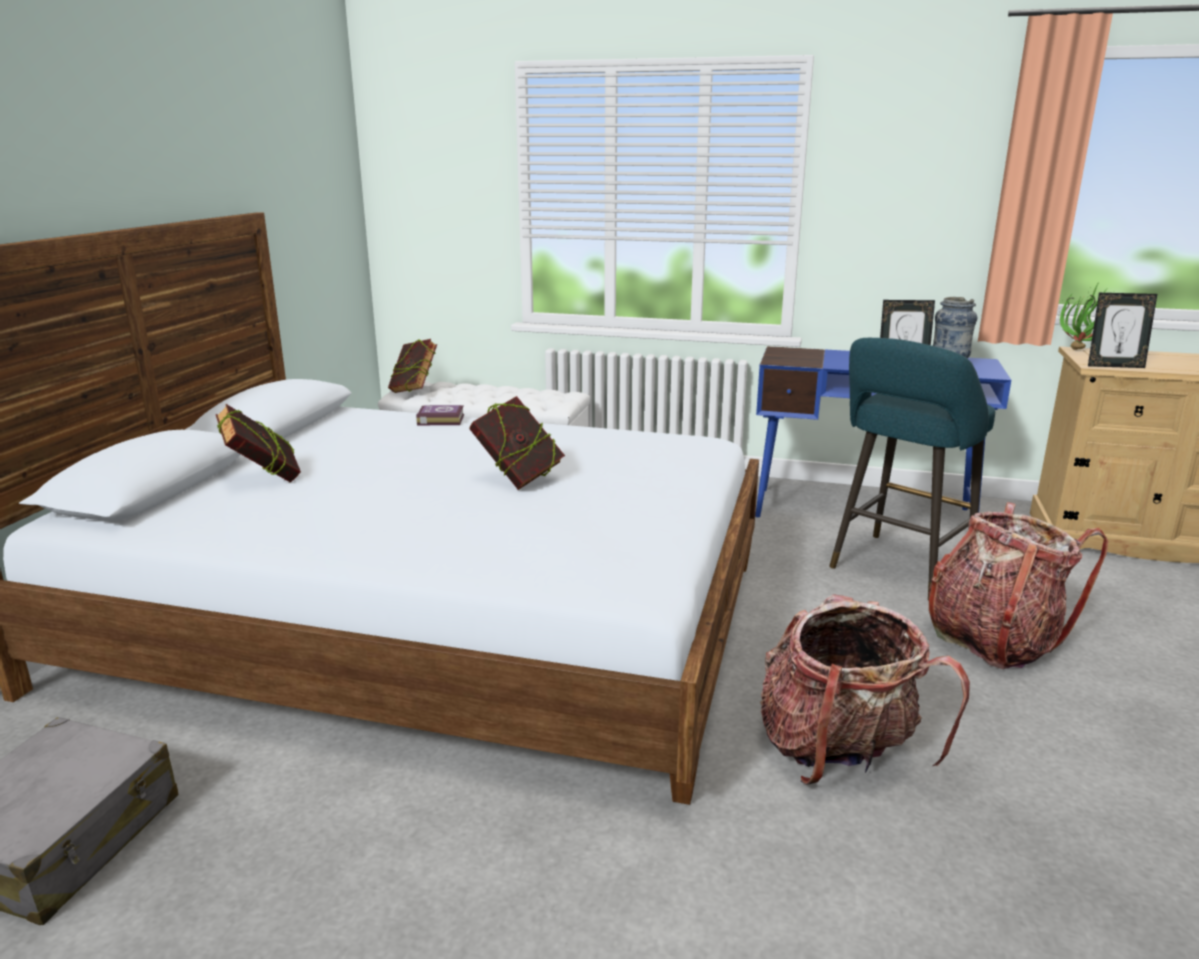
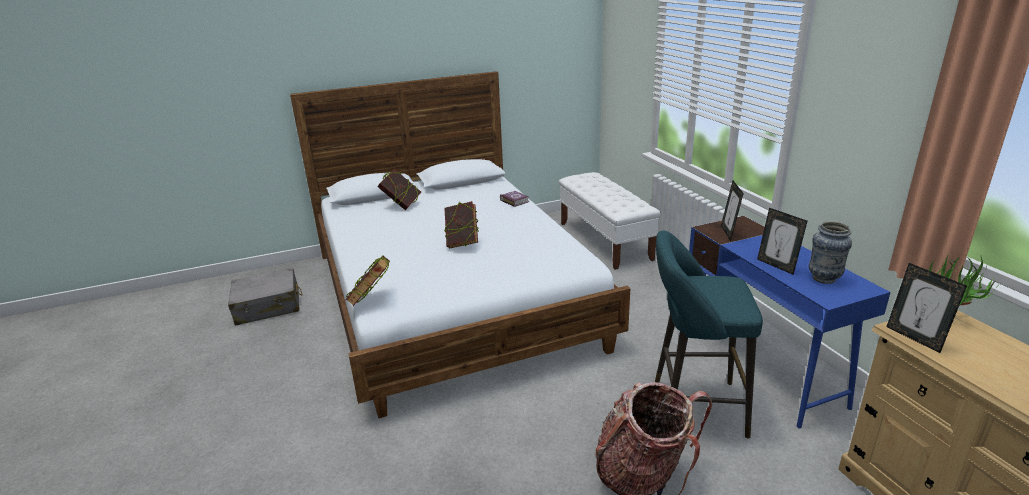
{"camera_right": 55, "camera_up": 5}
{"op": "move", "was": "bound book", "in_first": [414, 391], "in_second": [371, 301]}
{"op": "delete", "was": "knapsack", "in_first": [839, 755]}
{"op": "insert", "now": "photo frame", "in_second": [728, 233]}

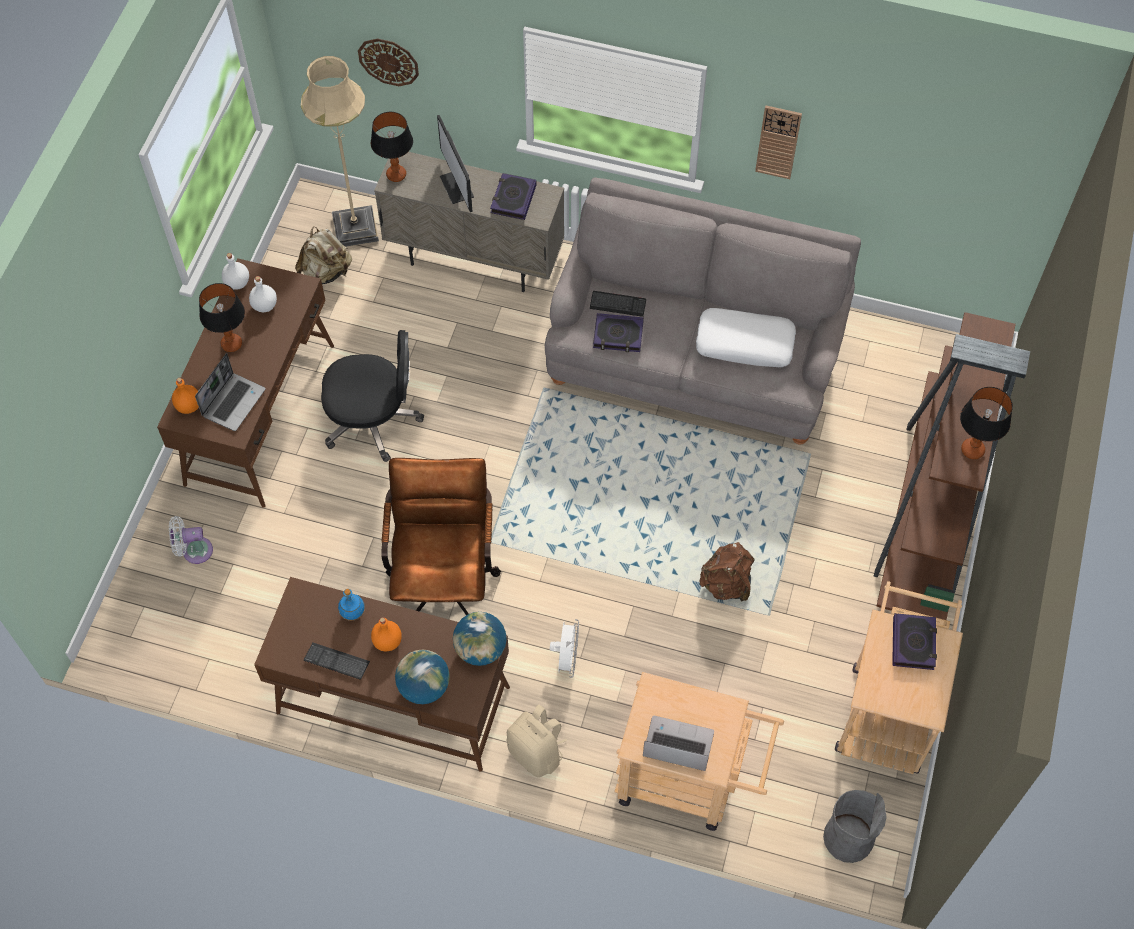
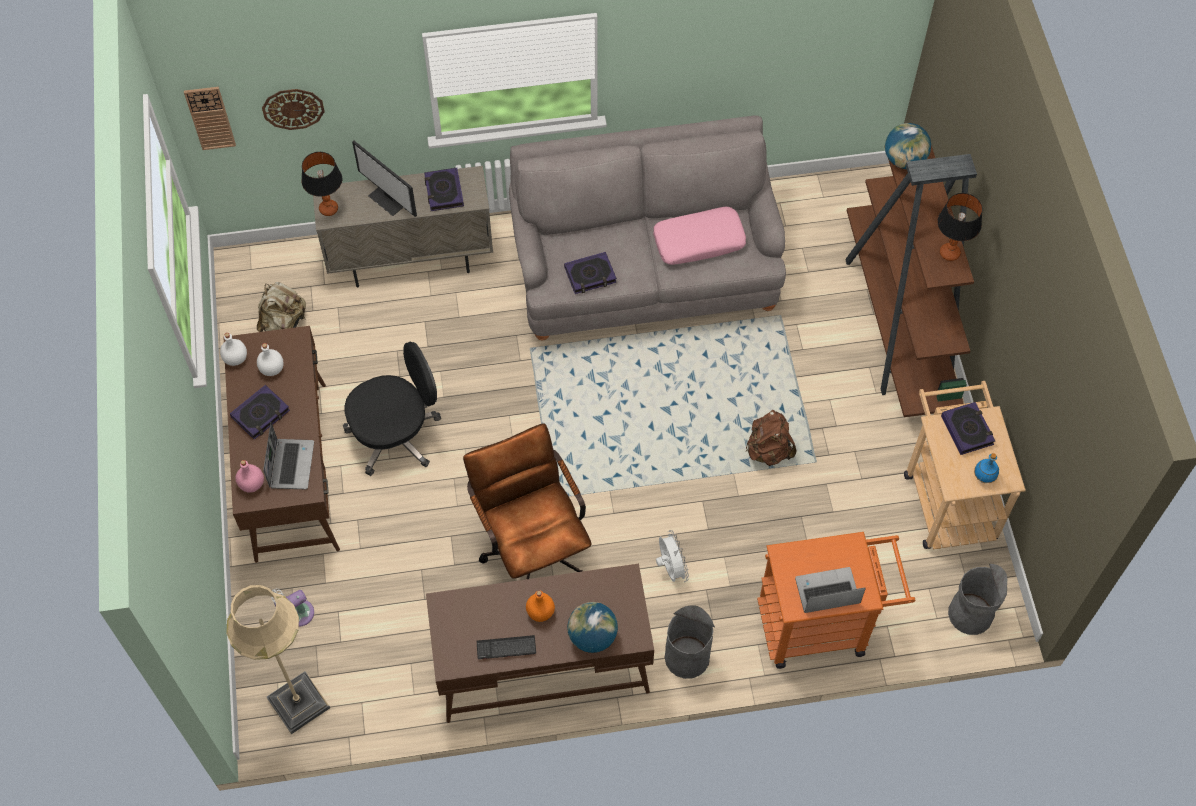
{"camera_right": -25, "camera_up": 0}
{"op": "recolor", "was": "orange-coloured bottle", "now": "pink-coloured bottle", "in_first": [189, 405], "in_second": [251, 483]}
{"op": "replace", "was": "lamp for a table", "now": "bound book", "in_first": [231, 344], "in_second": [261, 414]}
{"op": "move", "was": "sand-coloured standing lamp", "in_first": [355, 228], "in_second": [298, 703]}
{"op": "move", "was": "bluish bottle", "in_first": [353, 614], "in_second": [984, 477]}
{"op": "move", "was": "globe", "in_first": [480, 649], "in_second": [904, 160]}
{"op": "replace", "was": "sand-coloured knapsack", "now": "grey waste bin", "in_first": [536, 753], "in_second": [687, 657]}
{"op": "delete", "was": "computer keyboard", "in_first": [618, 304]}
{"op": "recolor", "was": "sand-coloured wheeled cart", "now": "orange-coloured wheeled cart", "in_first": [689, 781], "in_second": [822, 624]}
{"op": "recolor", "was": "whitish pillow", "now": "pink-coloured pillow", "in_first": [745, 343], "in_second": [699, 241]}
{"op": "move", "was": "hanging clock", "in_first": [778, 142], "in_second": [210, 118]}

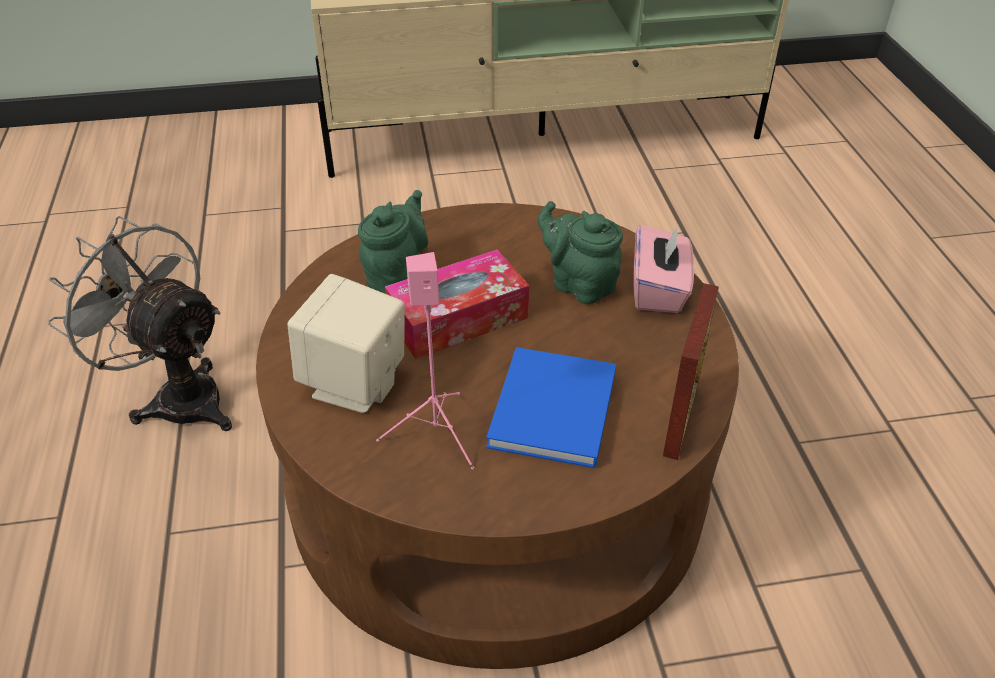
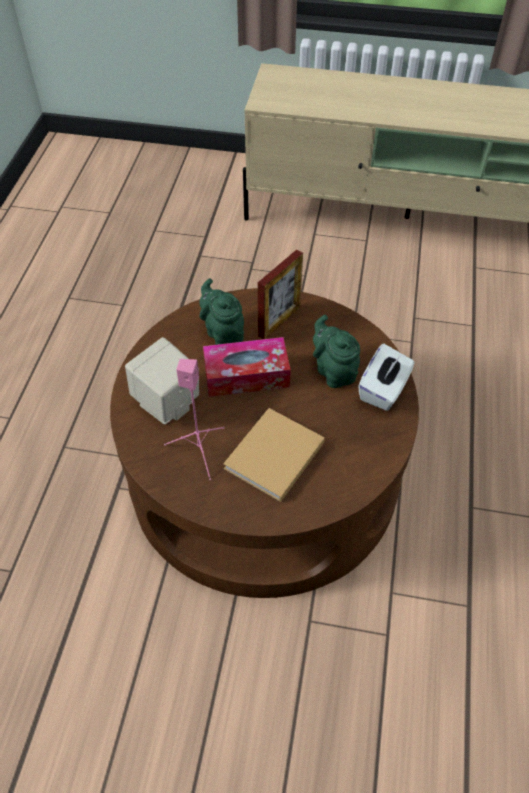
{"camera_right": 20, "camera_up": 10}
{"op": "delete", "was": "grey fan", "in_first": [178, 396]}
{"op": "rotate", "was": "greenish teapot", "in_first": [397, 275], "in_second": [223, 333], "clockwise": -75}
{"op": "recolor", "was": "bluish bound book", "now": "sand-coloured bound book", "in_first": [552, 413], "in_second": [272, 457]}
{"op": "recolor", "was": "pink-coloured tissue holder", "now": "whitish tissue holder", "in_first": [659, 290], "in_second": [383, 390]}
{"op": "move", "was": "photo frame", "in_first": [680, 419], "in_second": [279, 321]}

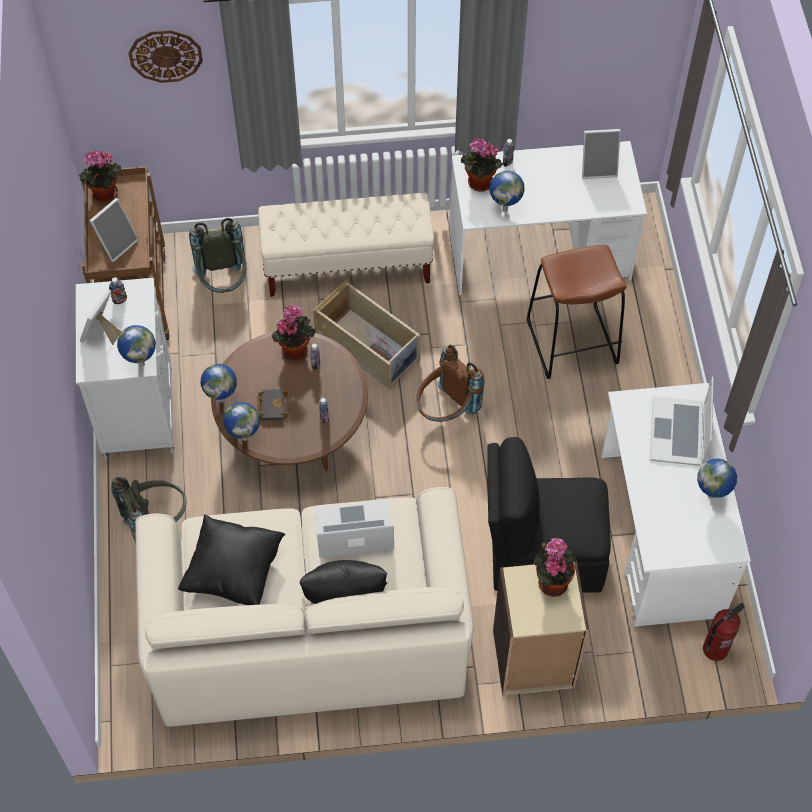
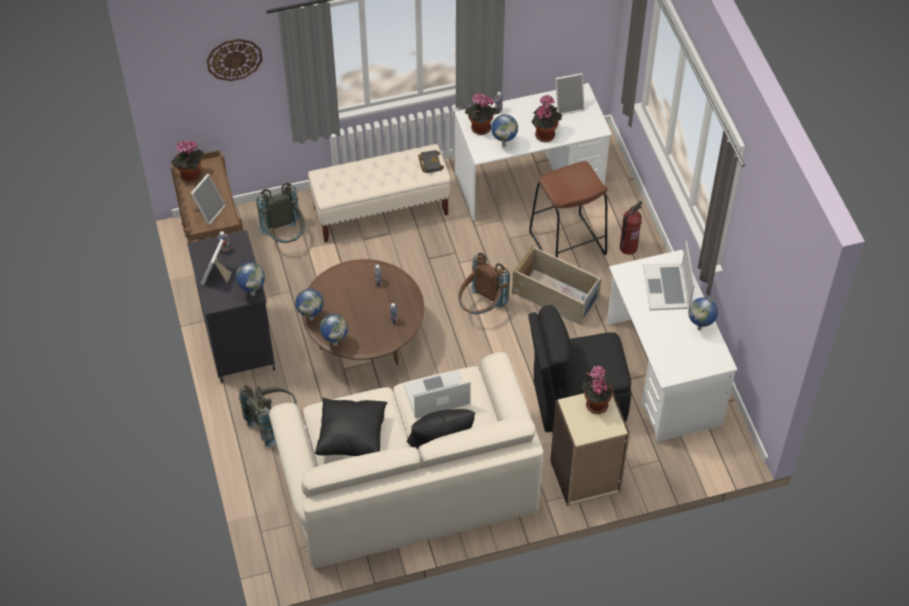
{"camera_right": -10, "camera_up": -5}
{"op": "recolor", "was": "whitish cabinet", "now": "black-coloured cabinet", "in_first": [138, 408], "in_second": [238, 340]}
{"op": "move", "was": "black-coloured bound book", "in_first": [271, 406], "in_second": [429, 163]}
{"op": "move", "was": "plant in a pot", "in_first": [295, 349], "in_second": [544, 134]}
{"op": "move", "was": "sand-coloured storage bin", "in_first": [368, 348], "in_second": [556, 296]}
{"op": "move", "was": "fire extinguisher", "in_first": [715, 648], "in_second": [628, 247]}

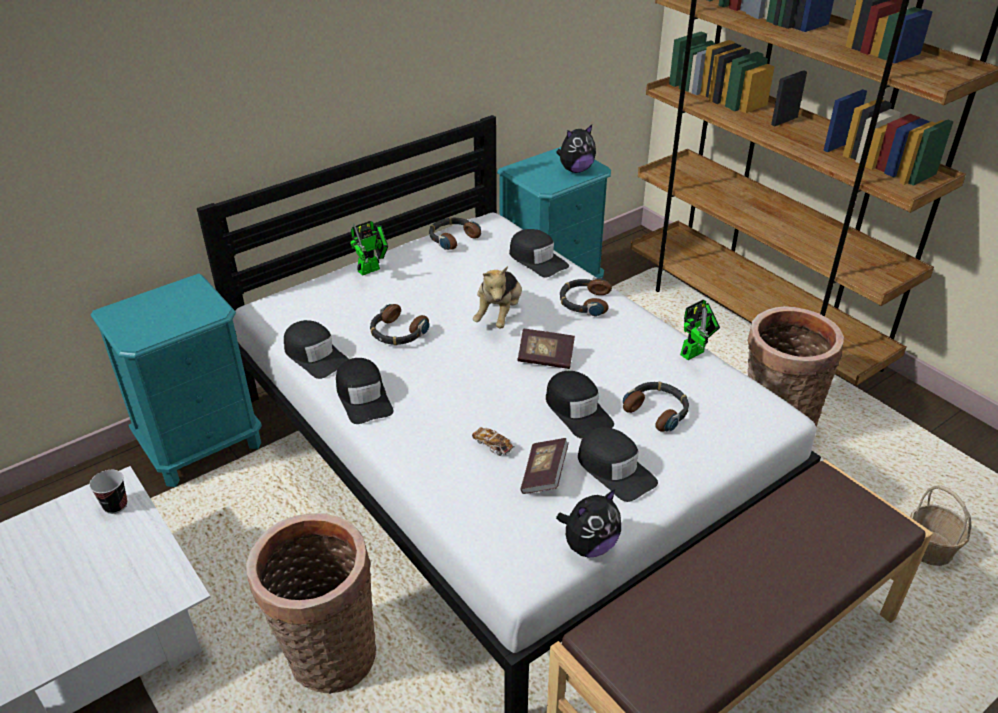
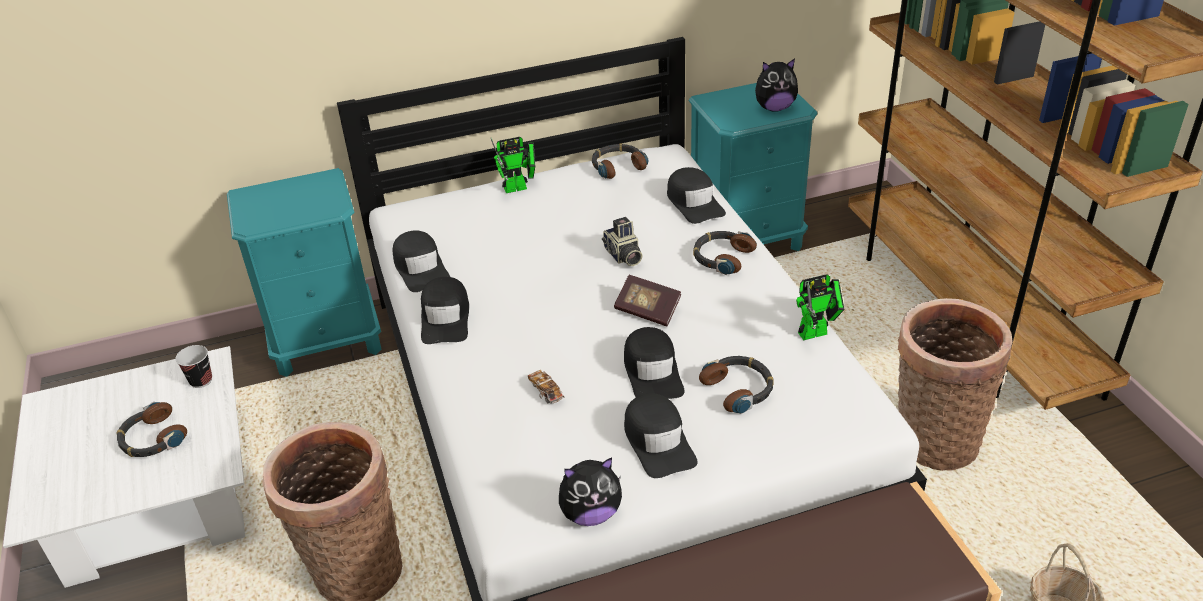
{"camera_right": 20, "camera_up": 0}
{"op": "move", "was": "headset", "in_first": [397, 333], "in_second": [152, 438]}
{"op": "replace", "was": "plush toy", "now": "still camera", "in_first": [499, 314], "in_second": [623, 256]}
{"op": "delete", "was": "bound book", "in_first": [544, 475]}

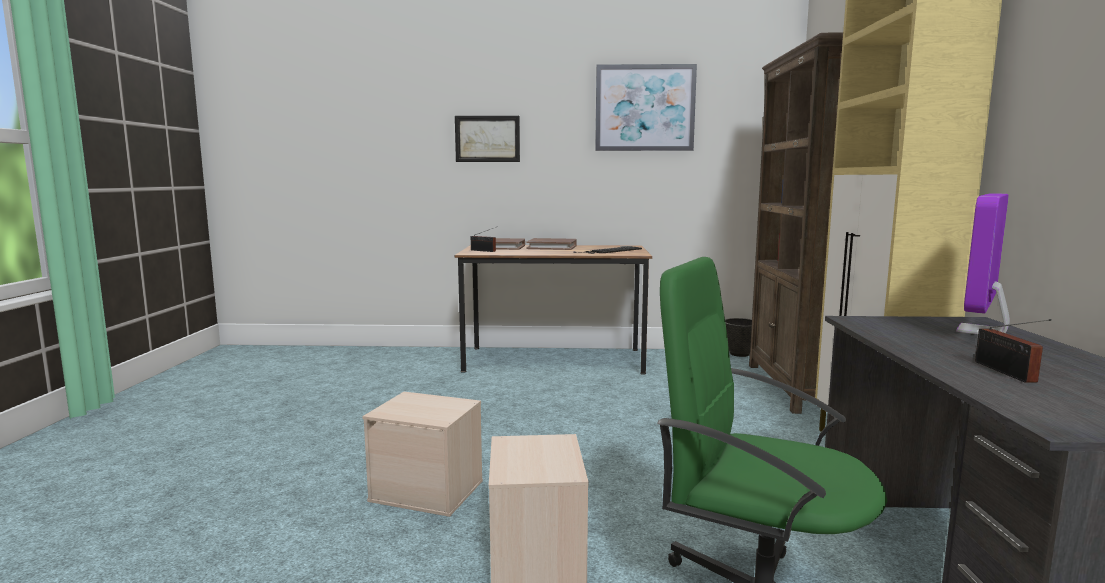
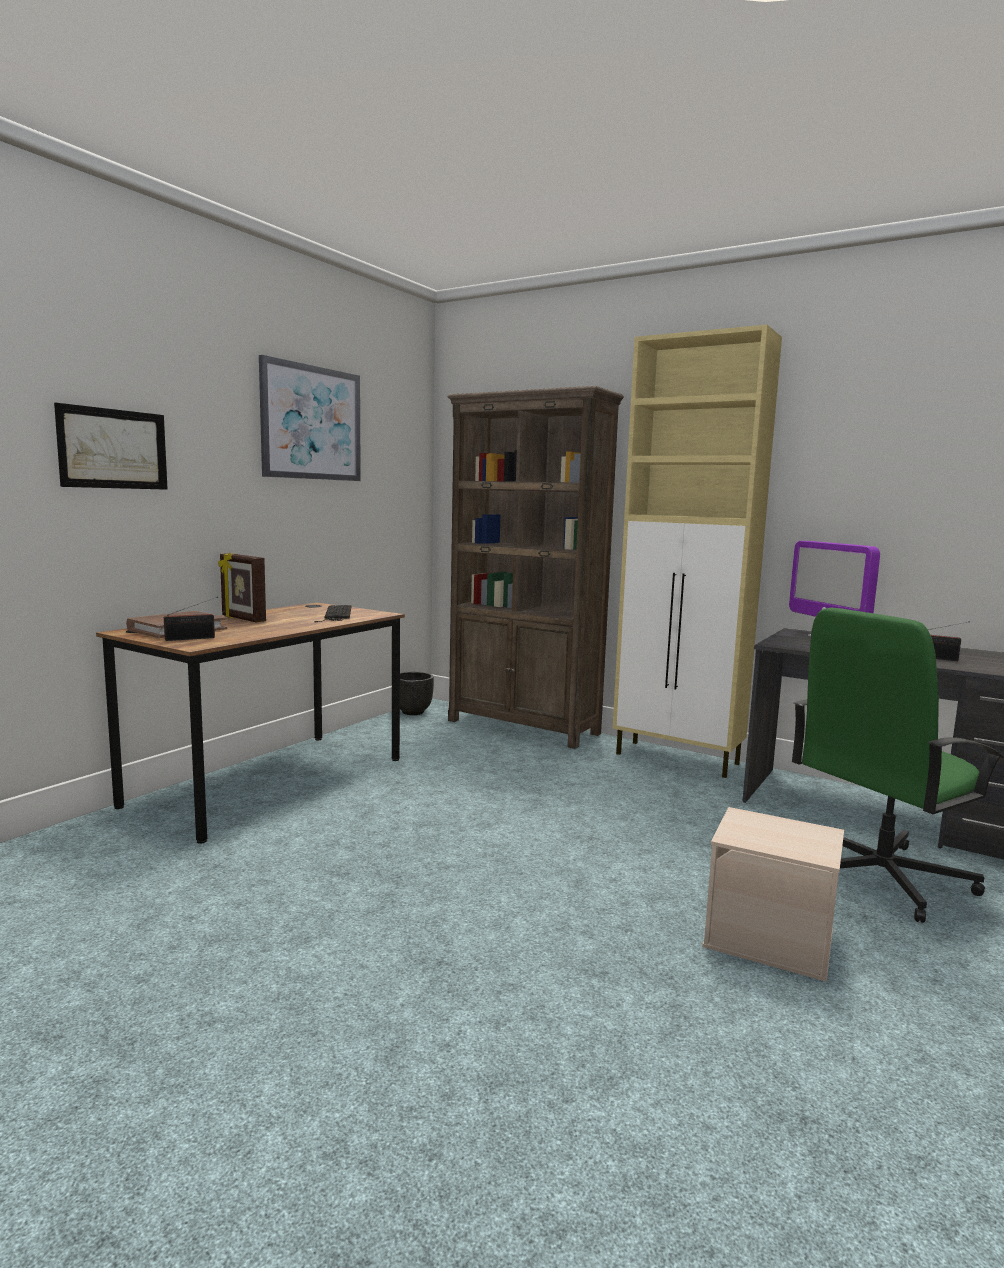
{"camera_right": -60, "camera_up": 0}
{"op": "delete", "was": "sand-coloured storage bin", "in_first": [428, 490]}
{"op": "replace", "was": "brown-coloured bound book", "now": "photo frame", "in_first": [552, 247], "in_second": [242, 619]}

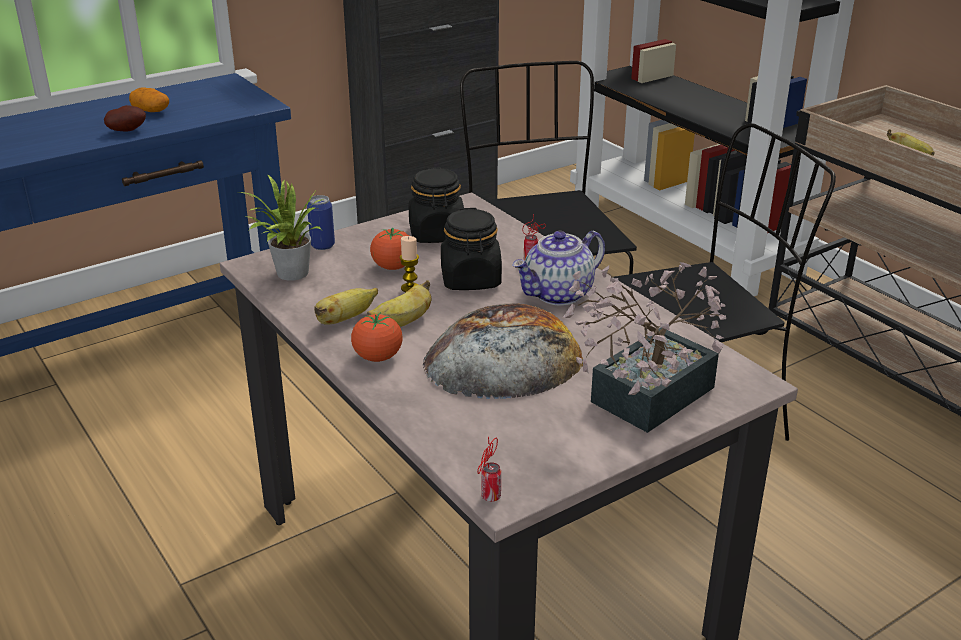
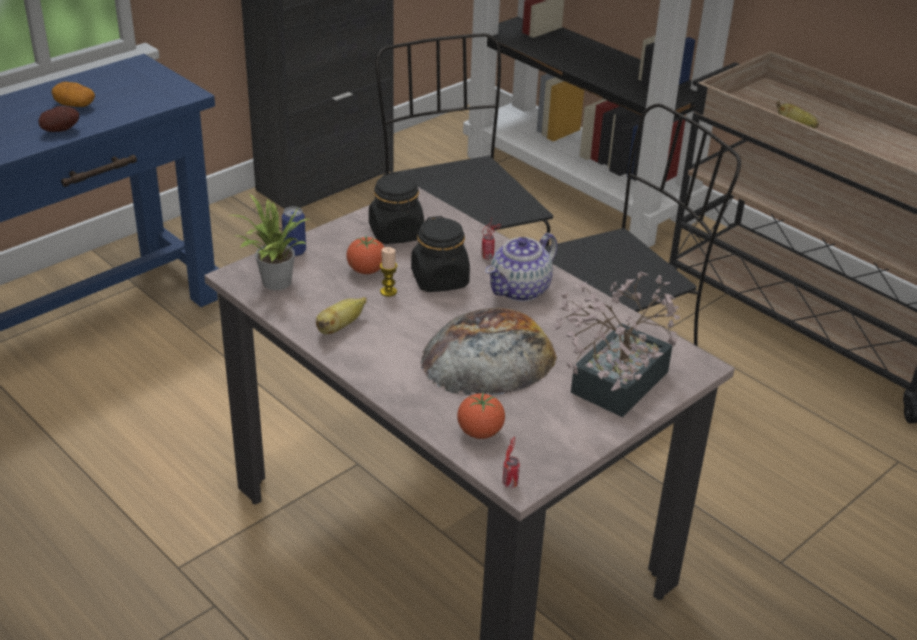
{"camera_right": -10, "camera_up": 5}
{"op": "move", "was": "whole tomato", "in_first": [378, 357], "in_second": [480, 432]}
{"op": "delete", "was": "banana fruit", "in_first": [403, 323]}

